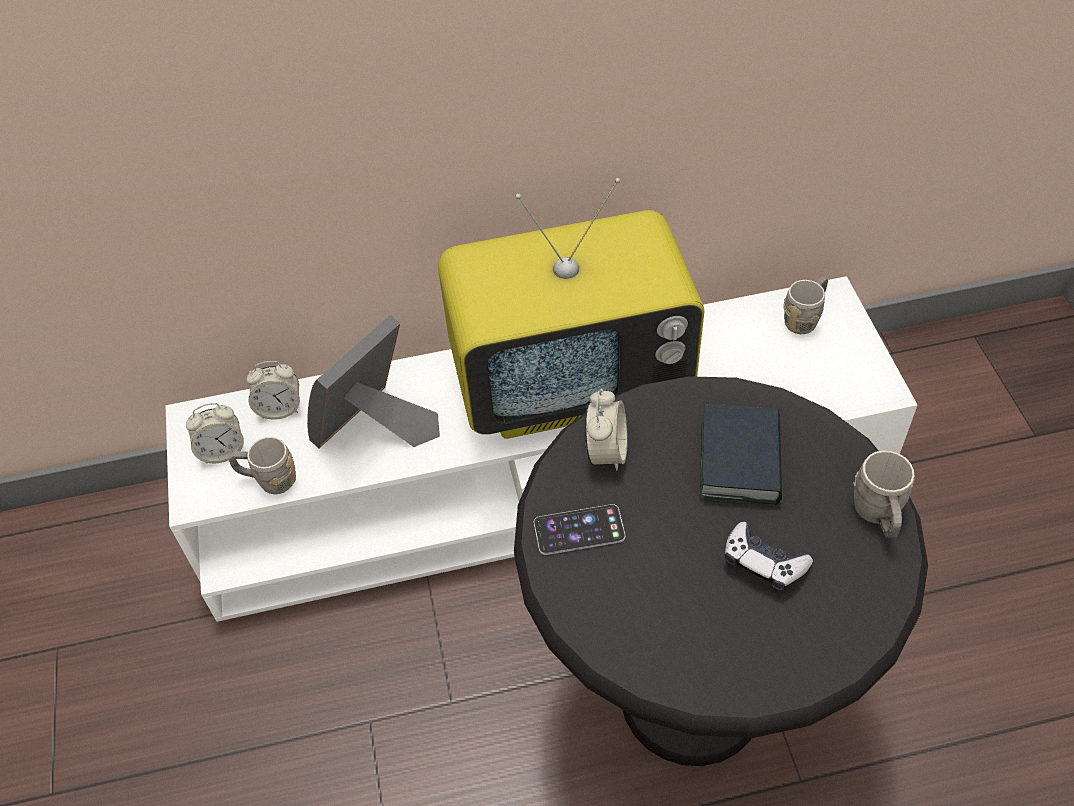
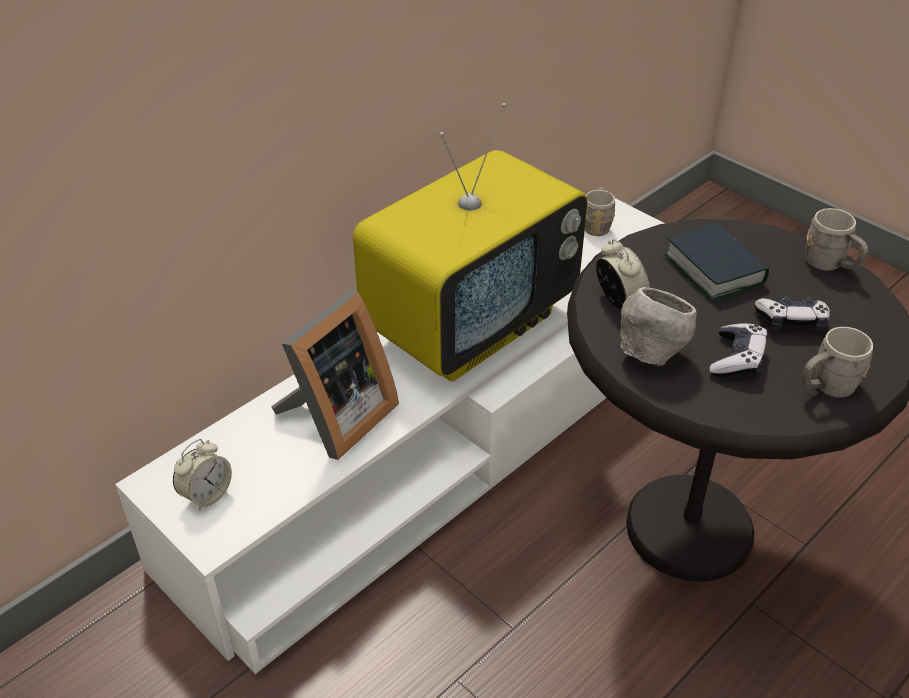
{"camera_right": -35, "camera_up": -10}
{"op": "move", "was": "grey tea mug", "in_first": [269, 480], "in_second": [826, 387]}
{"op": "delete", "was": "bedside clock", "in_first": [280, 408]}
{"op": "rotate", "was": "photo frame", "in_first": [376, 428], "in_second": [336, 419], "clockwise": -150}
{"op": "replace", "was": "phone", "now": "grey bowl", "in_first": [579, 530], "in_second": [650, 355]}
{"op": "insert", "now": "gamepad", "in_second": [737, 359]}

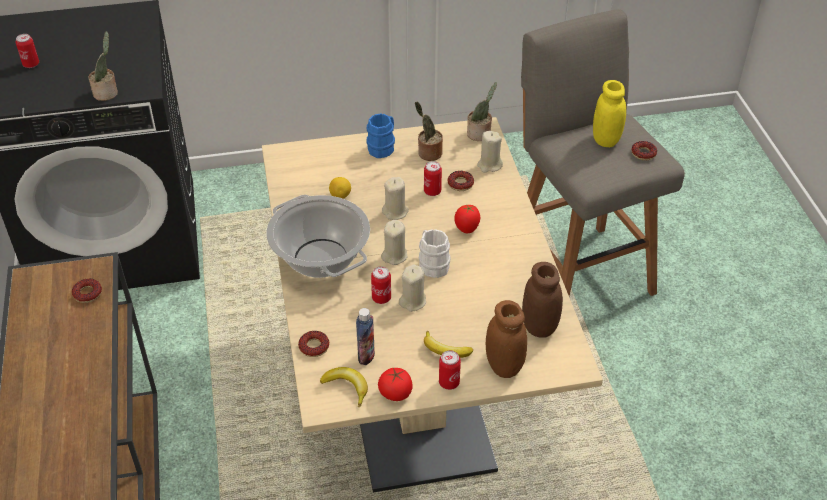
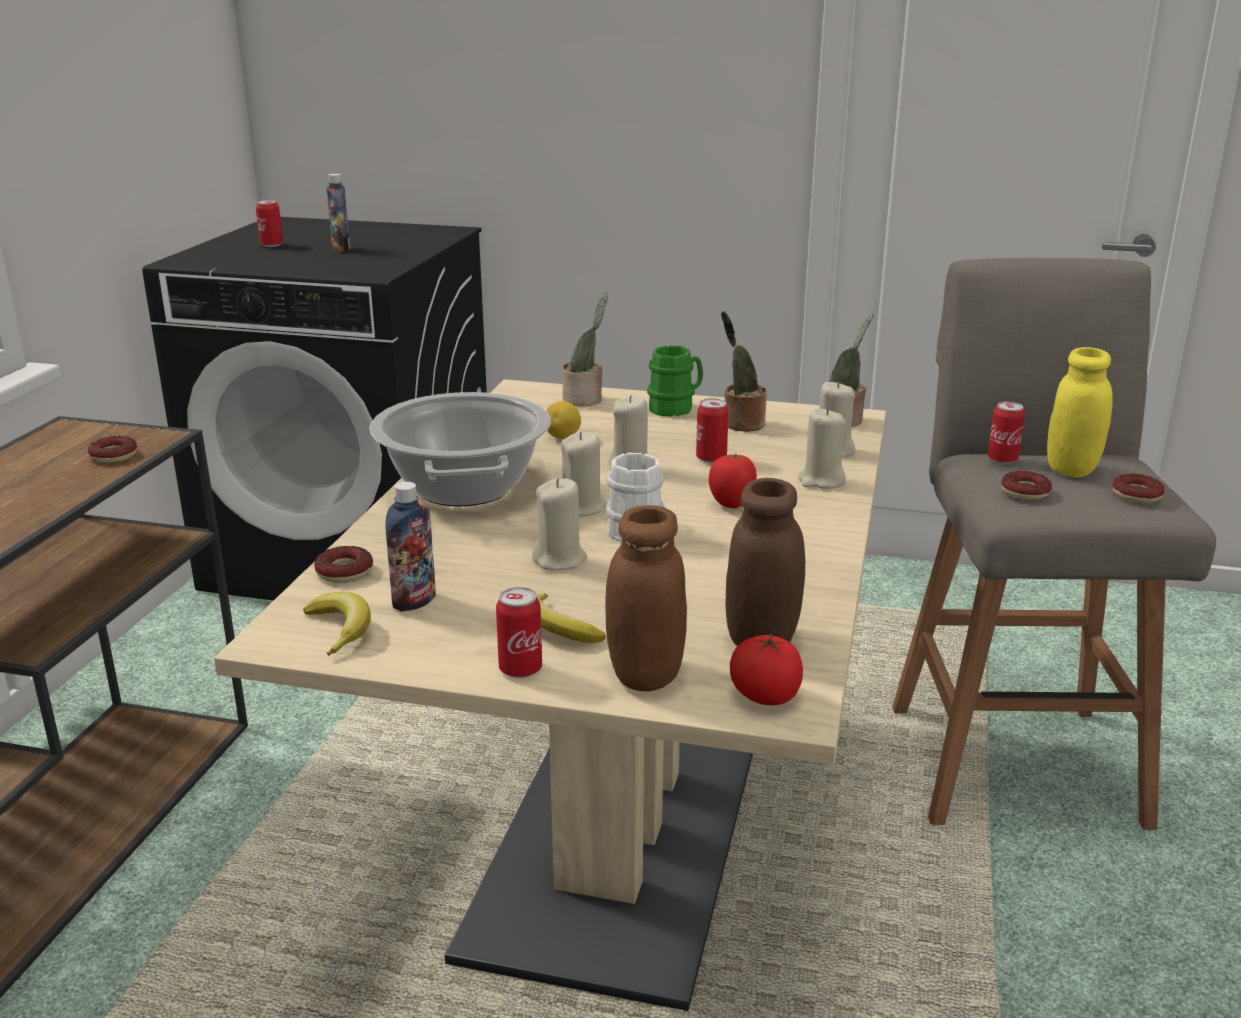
{"camera_right": 25, "camera_up": -20}
{"op": "move", "was": "plant in a pot", "in_first": [107, 93], "in_second": [585, 400]}
{"op": "recolor", "was": "bluish tea mug", "now": "greenish tea mug", "in_first": [383, 147], "in_second": [676, 407]}
{"op": "move", "was": "metal can", "in_first": [381, 298], "in_second": [1002, 459]}
{"op": "move", "was": "whole tomato", "in_first": [395, 393], "in_second": [765, 696]}
{"op": "move", "was": "doughnut", "in_first": [460, 184], "in_second": [1025, 492]}
{"op": "insert", "now": "bottle", "in_second": [341, 249]}
{"op": "insert", "now": "sand-coloured wax light", "in_second": [821, 481]}

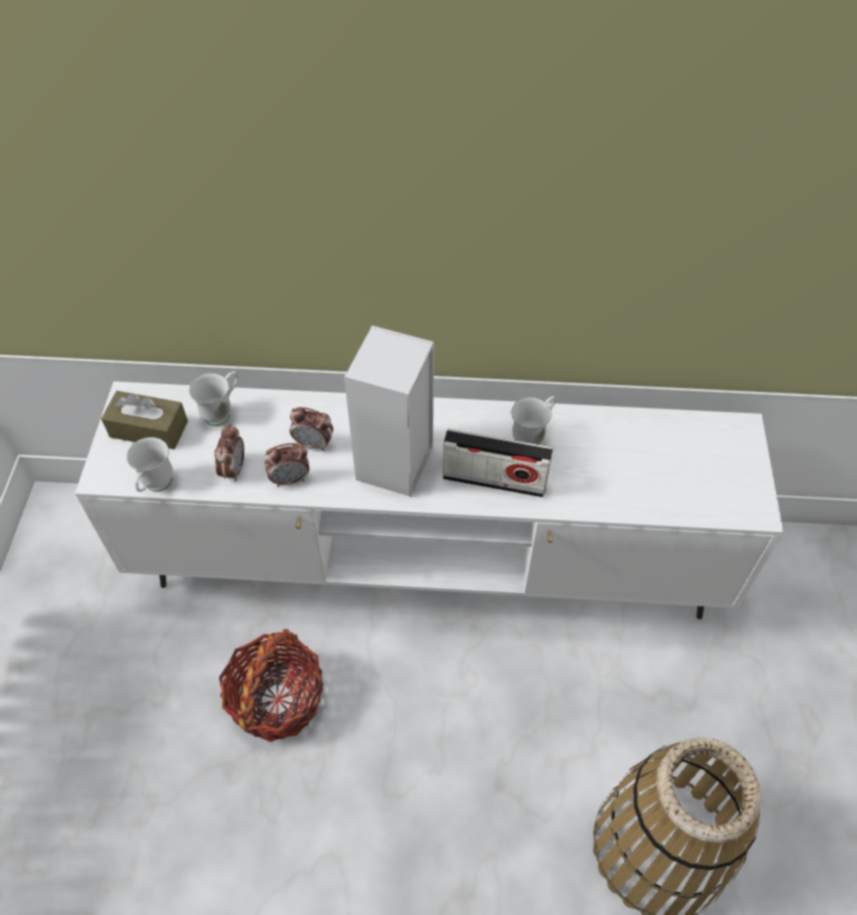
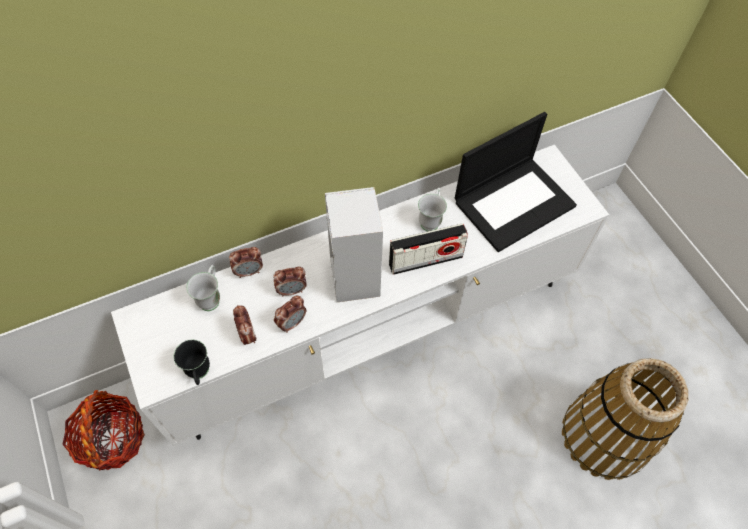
{"camera_right": -30, "camera_up": 5}
{"op": "delete", "was": "brown-coloured tissue holder", "in_first": [149, 429]}
{"op": "recolor", "was": "whitish tea mug", "now": "black-coloured tea mug", "in_first": [156, 487], "in_second": [199, 374]}
{"op": "move", "was": "household basket", "in_first": [277, 698], "in_second": [112, 438]}
{"op": "insert", "now": "bedside clock", "in_second": [249, 271]}
{"op": "insert", "now": "notebook computer", "in_second": [514, 202]}

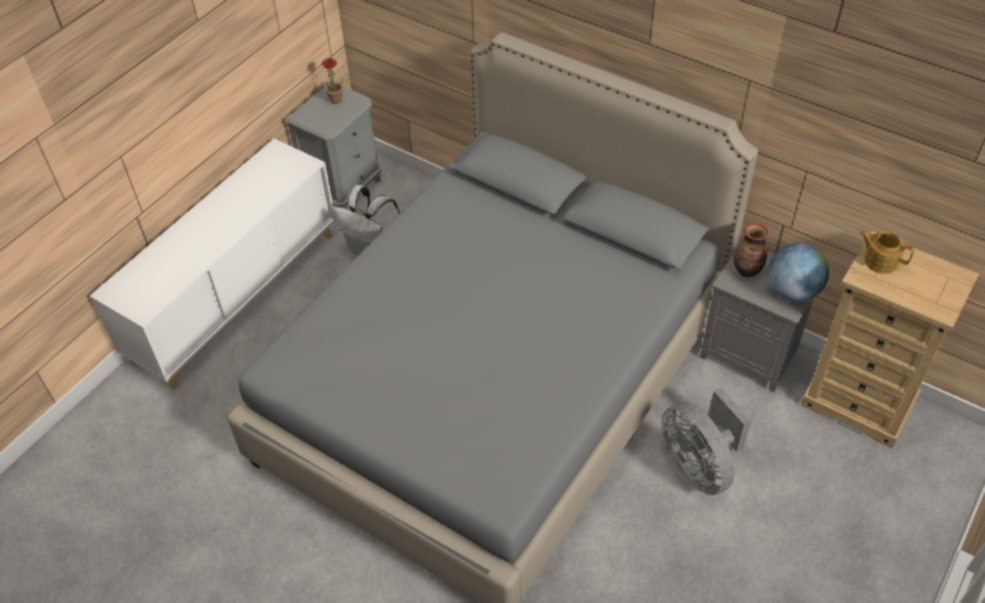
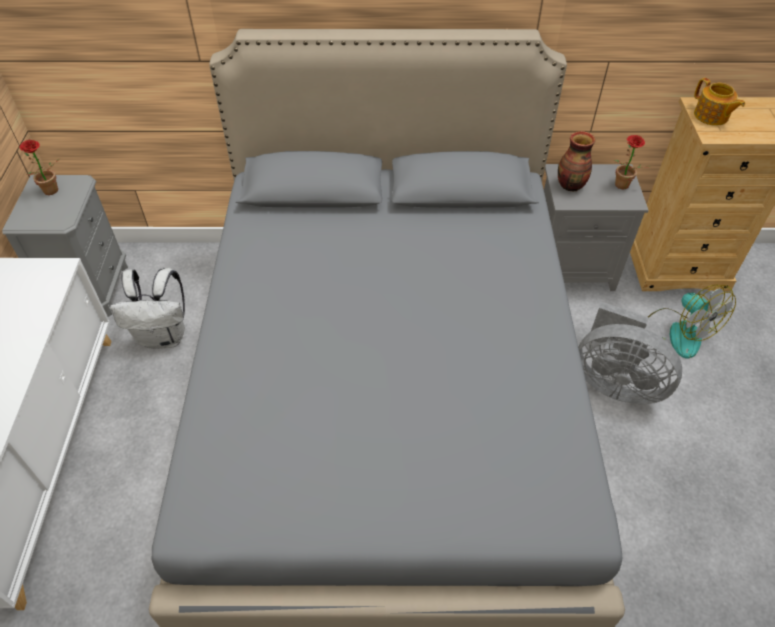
{"camera_right": -35, "camera_up": 0}
{"op": "replace", "was": "globe", "now": "plant in a pot", "in_first": [792, 291], "in_second": [620, 186]}
{"op": "rotate", "was": "teapot", "in_first": [880, 260], "in_second": [711, 116], "clockwise": -120}
{"op": "insert", "now": "fan", "in_second": [677, 332]}

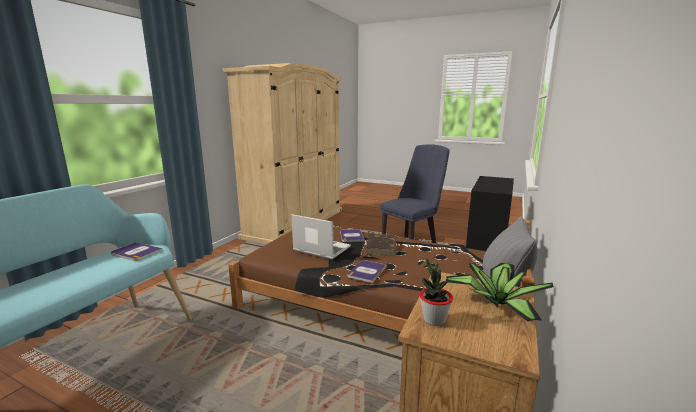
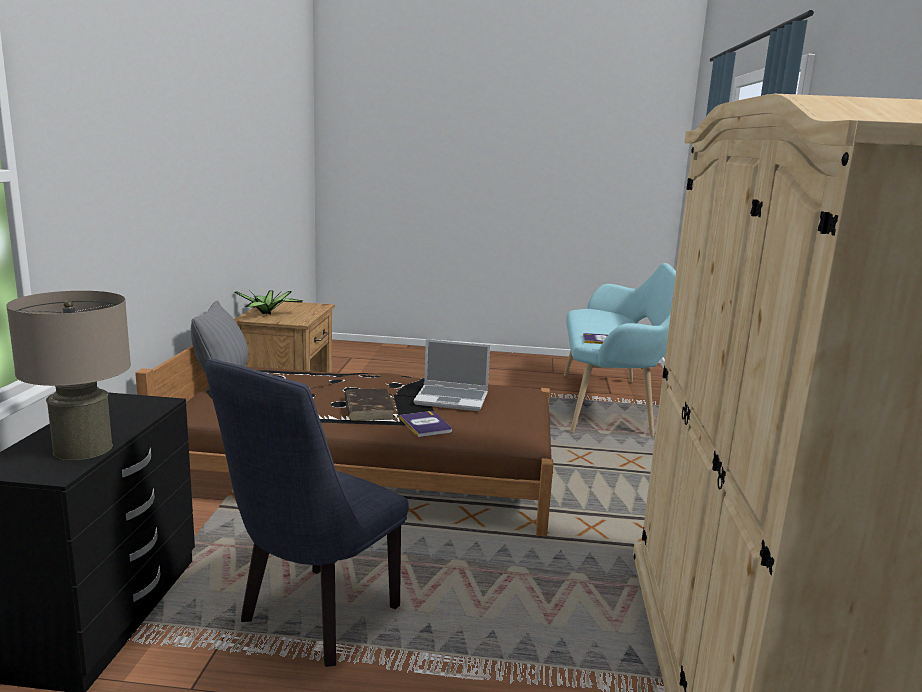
{"camera_right": 160, "camera_up": 0}
{"op": "delete", "was": "bound book", "in_first": [367, 271]}
{"op": "delete", "was": "plant in a pot", "in_first": [434, 320]}
{"op": "insert", "now": "sand-coloured lamp for a table", "in_second": [83, 449]}

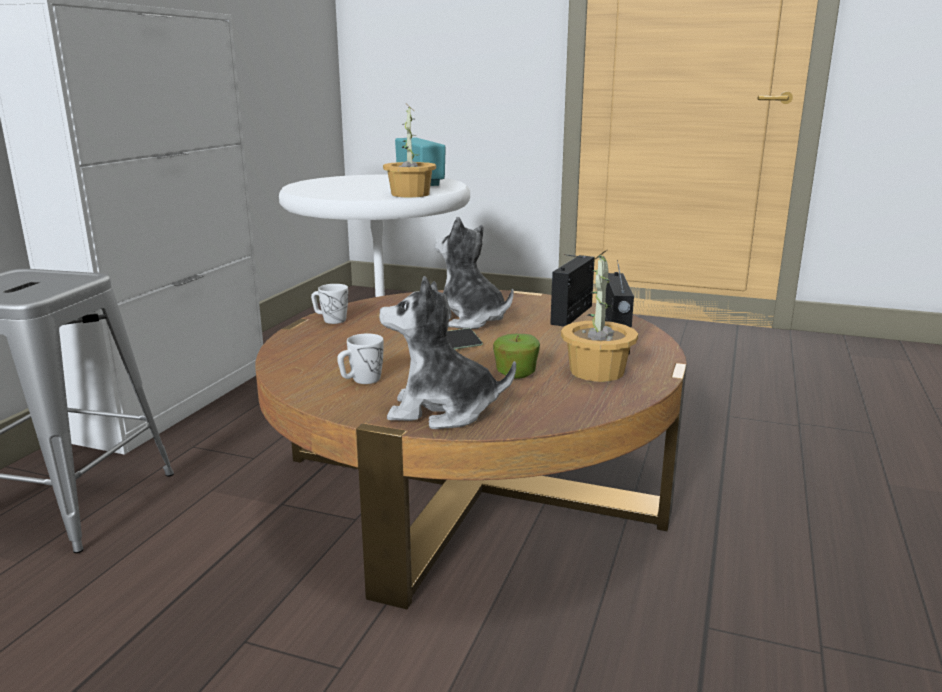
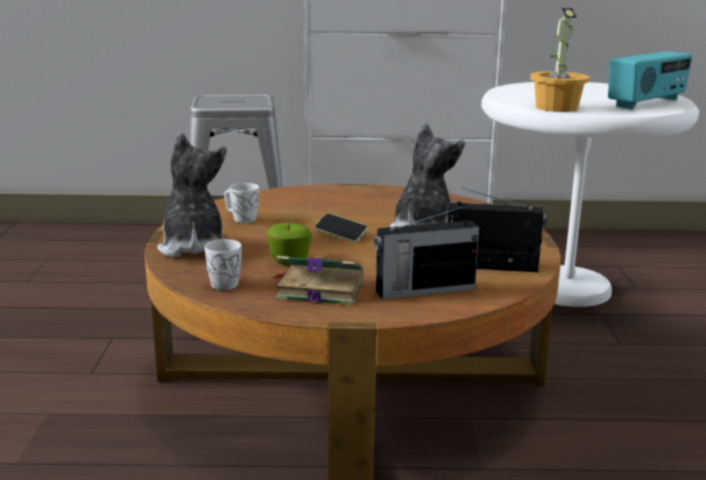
{"camera_right": 70, "camera_up": 0}
{"op": "move", "was": "whitish tea mug", "in_first": [330, 320], "in_second": [225, 282]}
{"op": "replace", "was": "plant in a pot", "now": "bound book", "in_first": [598, 371], "in_second": [318, 289]}

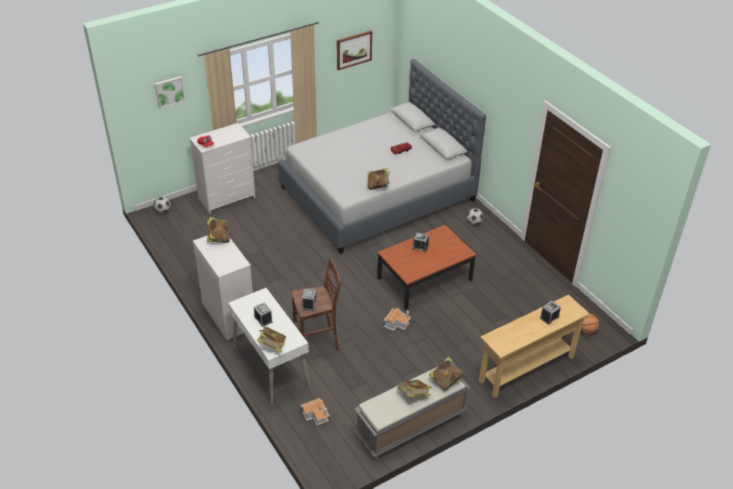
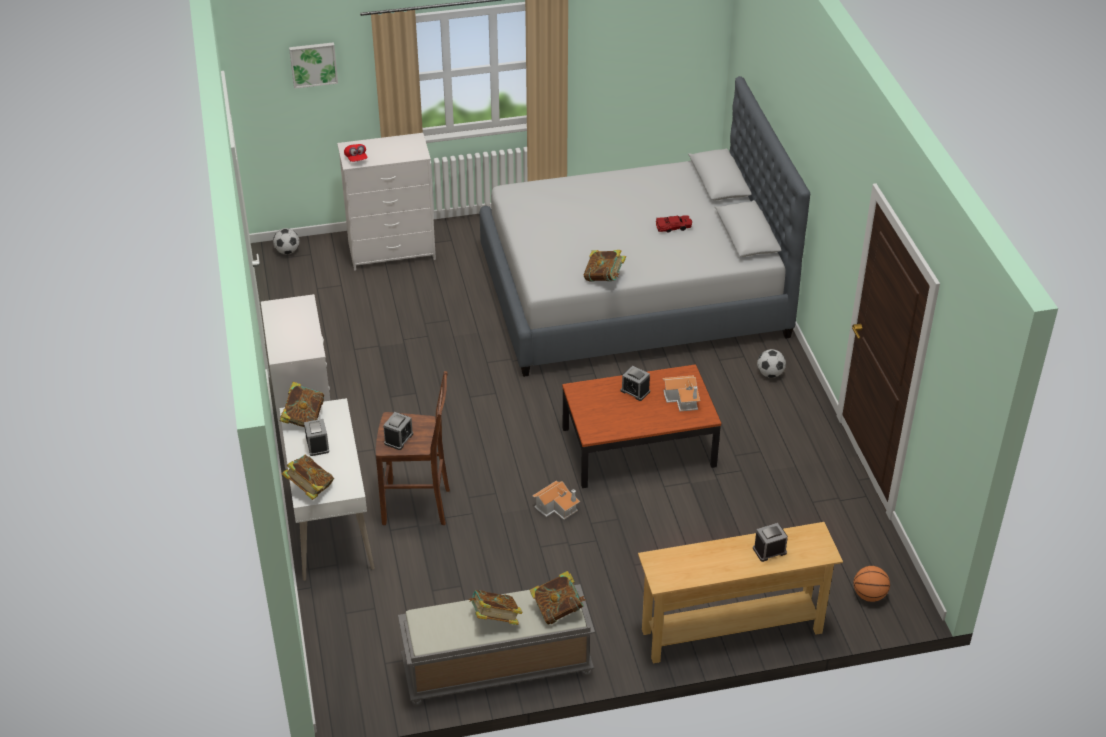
{"camera_right": 20, "camera_up": 0}
{"op": "move", "was": "bound book", "in_first": [218, 238], "in_second": [303, 418]}
{"op": "move", "was": "model house", "in_first": [316, 415], "in_second": [683, 399]}
{"op": "delete", "was": "picture", "in_first": [354, 49]}

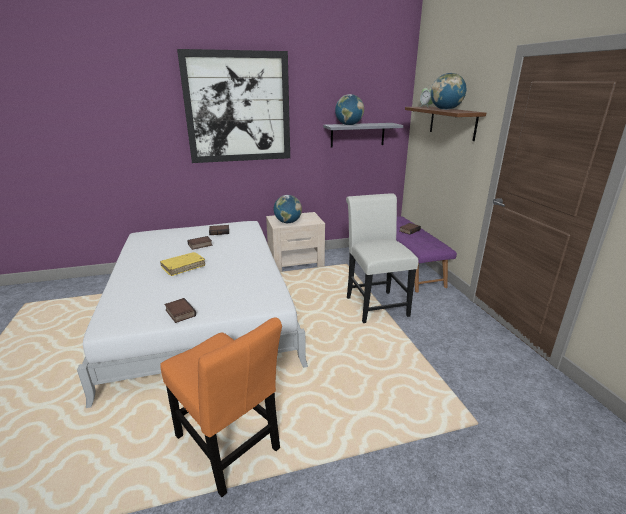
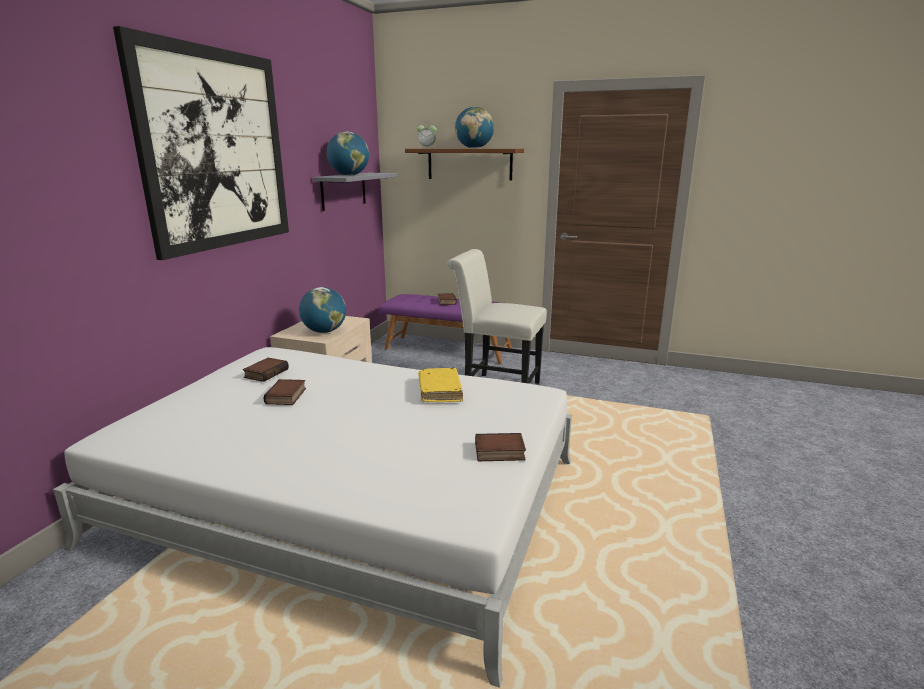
{"camera_right": -55, "camera_up": -5}
{"op": "move", "was": "yellow-coloured bound book", "in_first": [183, 267], "in_second": [440, 391]}
{"op": "delete", "was": "orange-coloured upright chair", "in_first": [229, 447]}

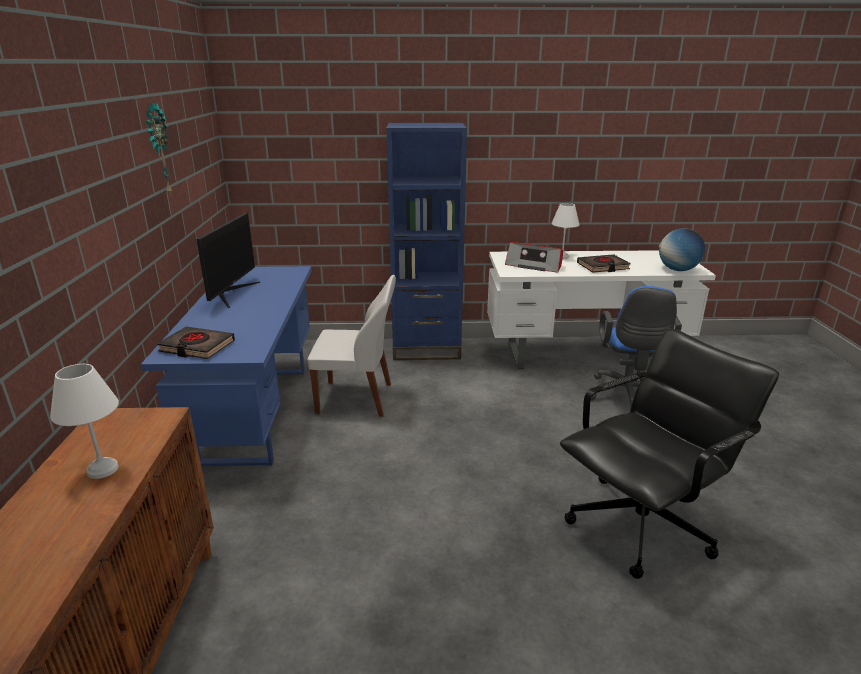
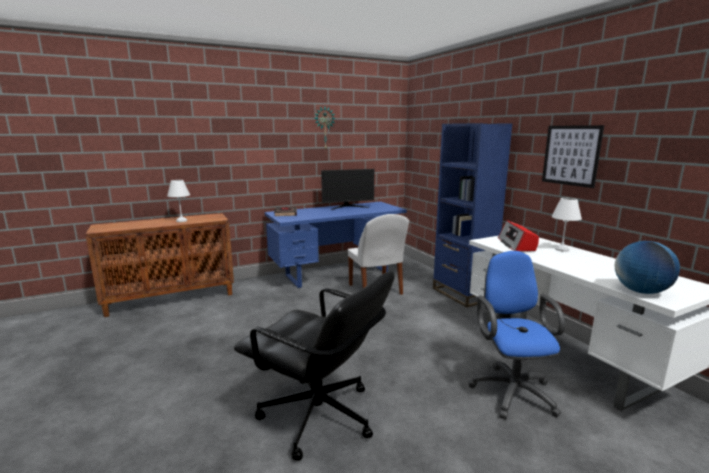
{"camera_right": 65, "camera_up": -10}
{"op": "delete", "was": "black-coloured bound book", "in_first": [602, 267]}
{"op": "rotate", "was": "bluish computer chair", "in_first": [626, 397], "in_second": [511, 390], "clockwise": 105}
{"op": "insert", "now": "picture", "in_second": [571, 155]}

